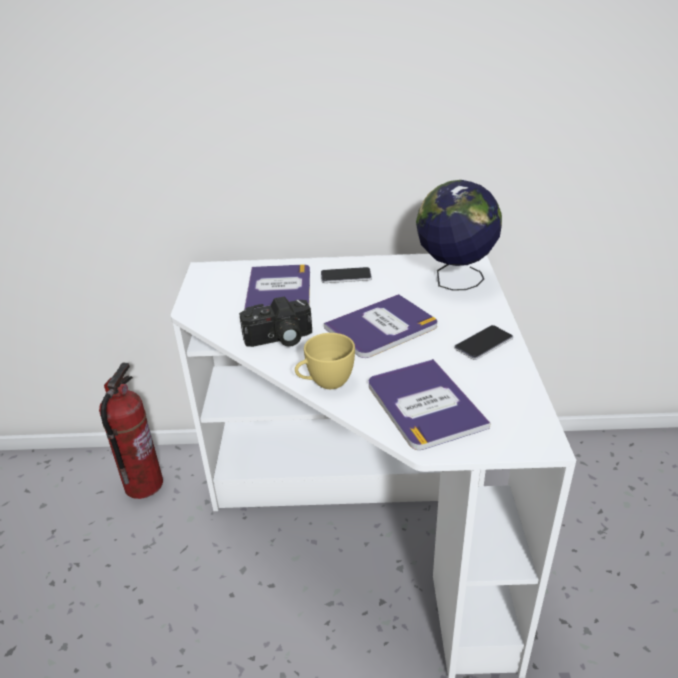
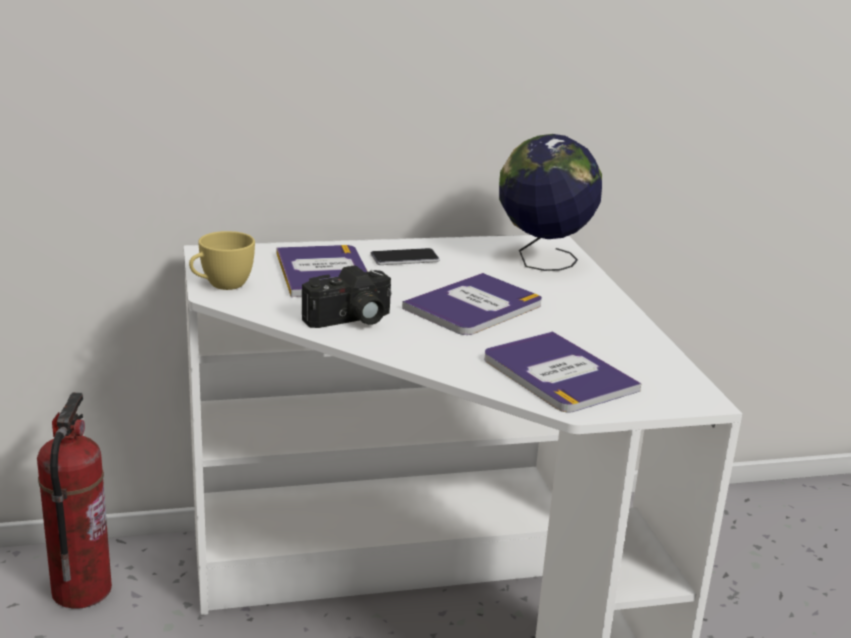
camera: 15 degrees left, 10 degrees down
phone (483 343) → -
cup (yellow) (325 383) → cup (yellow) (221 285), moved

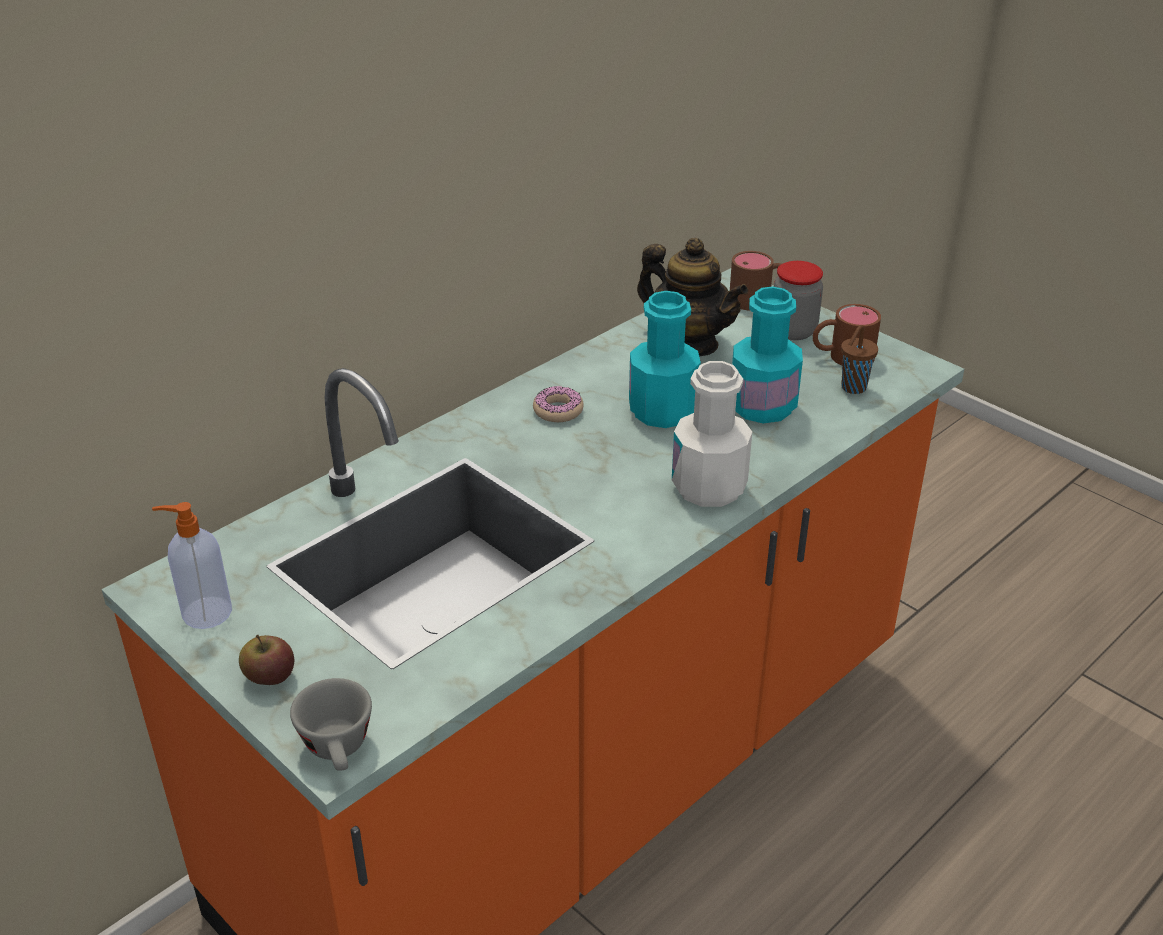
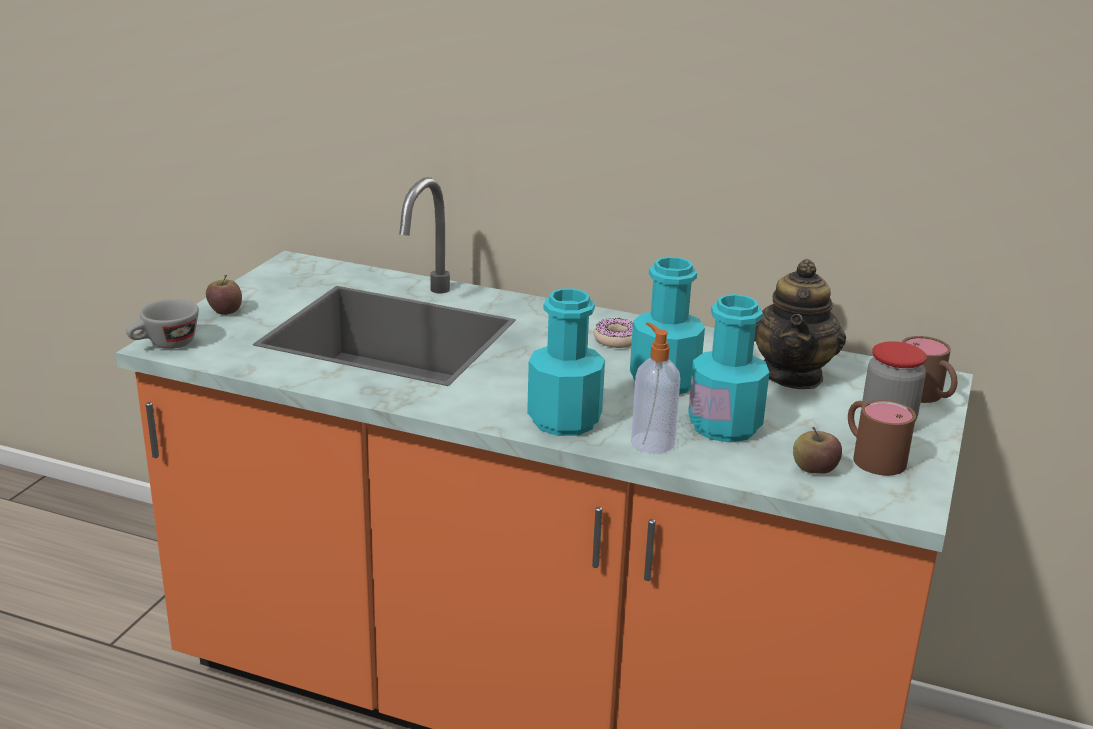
camera: 65 degrees right, 10 degrees down
cup (brown) (852 388) → apple (814 469)
bottle (white) (709 487) → bottle (turquoise) (564 420)
soap dispenser (205 613) → soap dispenser (651 442), moved

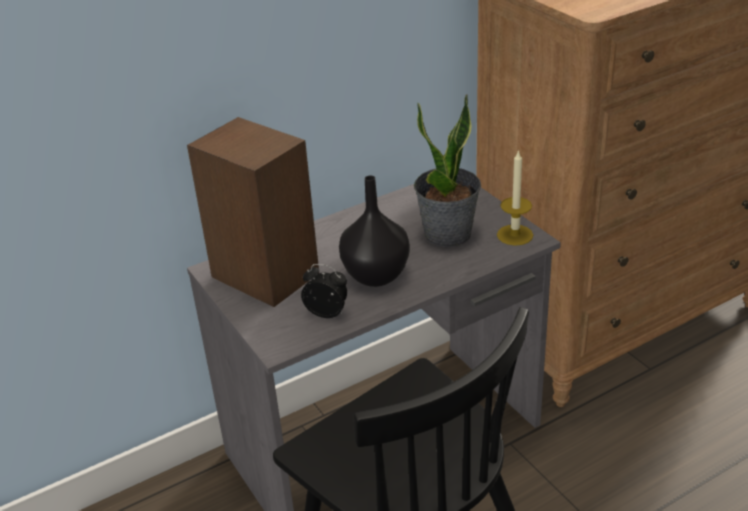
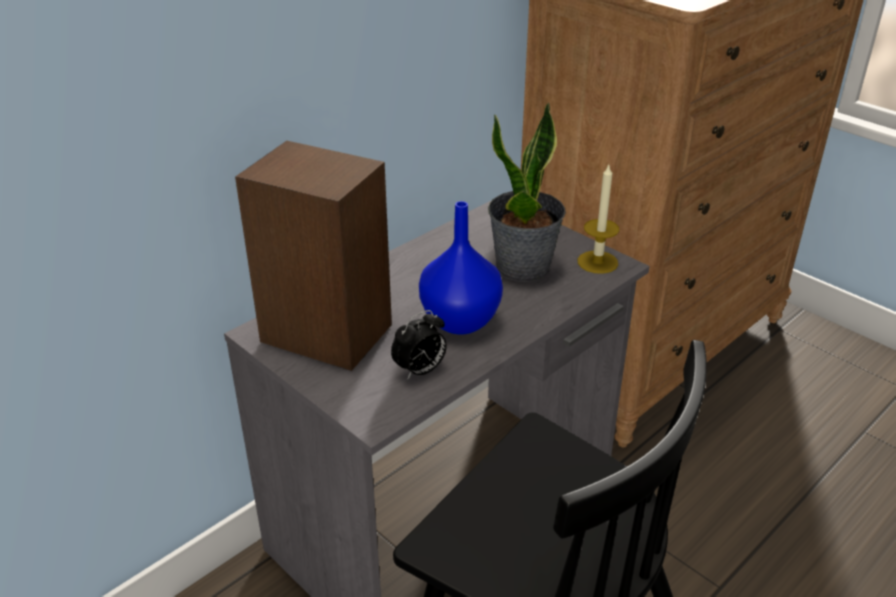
camera: 15 degrees left, 0 degrees up
vase (black) (377 275) → vase (blue) (462 321)
alarm clock (327 313) → alarm clock (420 371), 135 degrees clockwise

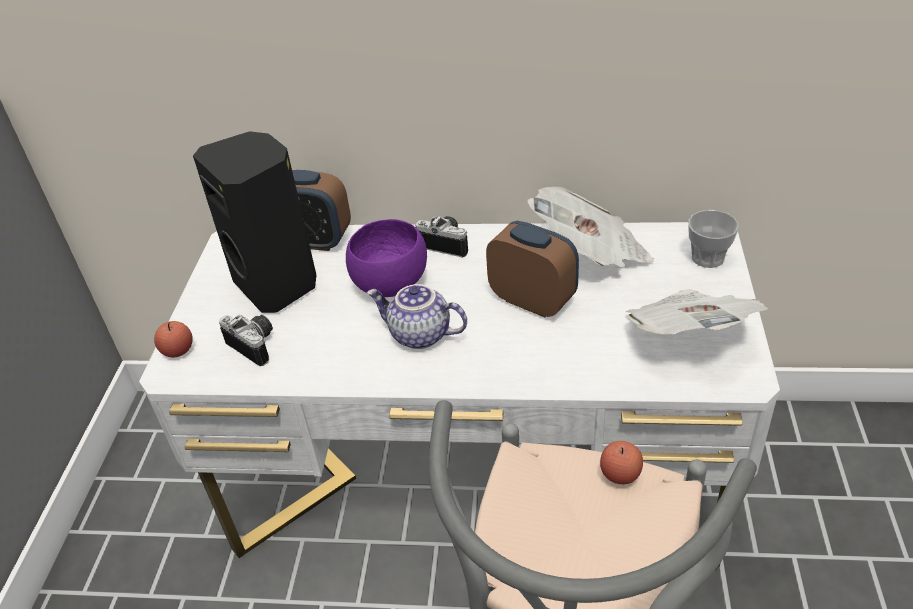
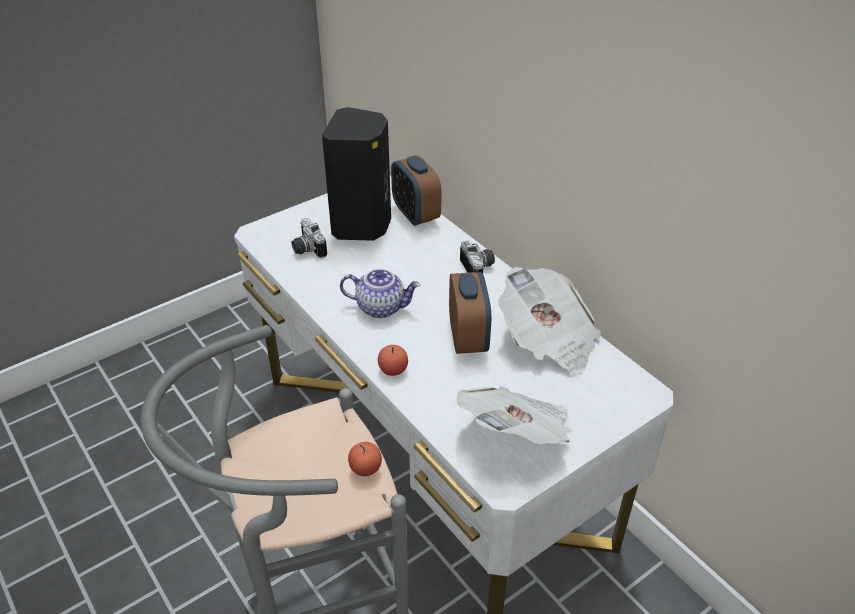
camera: 45 degrees right, 0 degrees up
cup (708 258) → -
bowl (purple) (390 285) → -
teapot (419 335) → teapot (381 307), 120 degrees clockwise
photo camera (256 344) → photo camera (307 249), 150 degrees clockwise
apple (178 350) → apple (393 369), moved

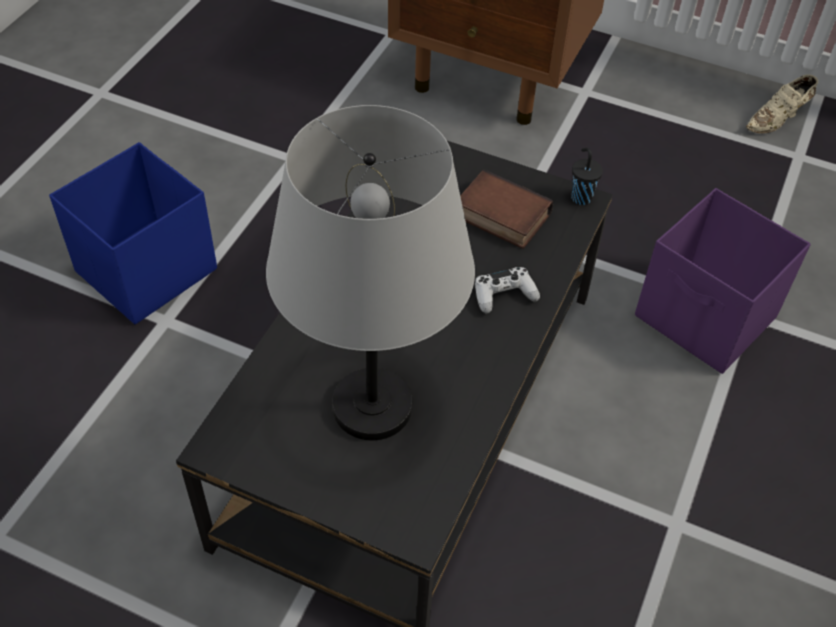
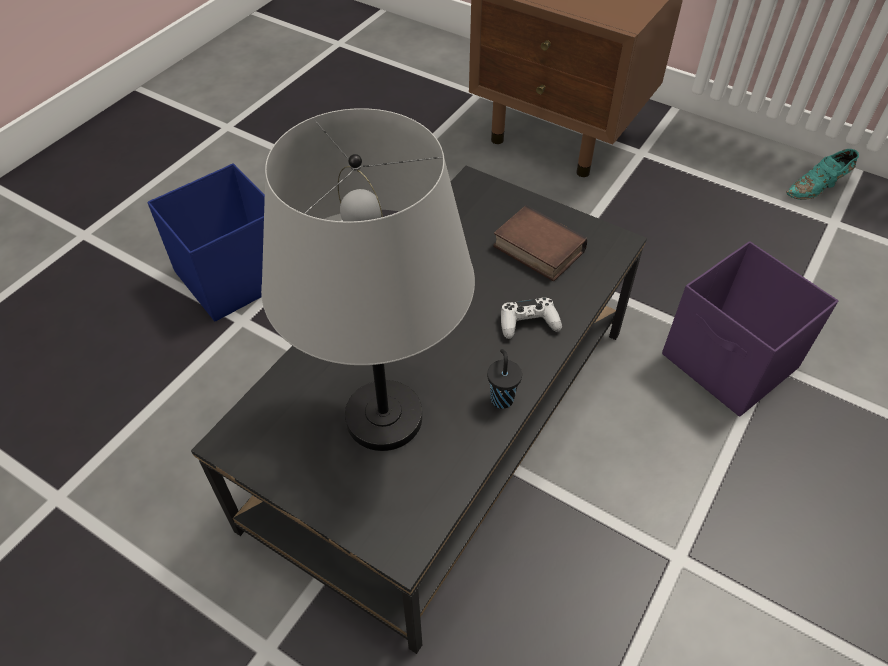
camera: 10 degrees right, 0 degrees up
shoe (beige) (778 119) → shoe (turquoise) (817 188)
cup (black) (581 197) → cup (black) (501 398), moved

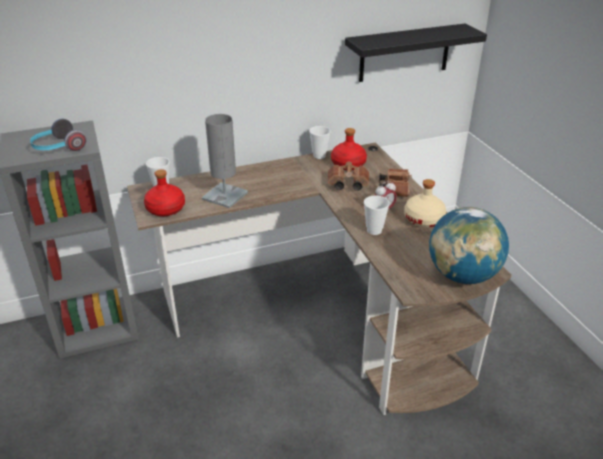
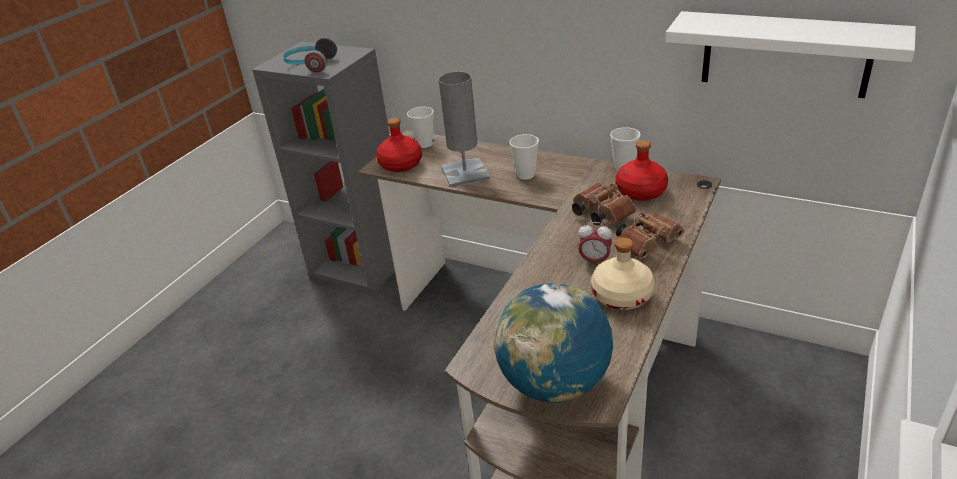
camera: 50 degrees right, 0 degrees up
shelf (black) (404 53) → shelf (white) (785 54)
cup (374 230) → cup (526 175), moved

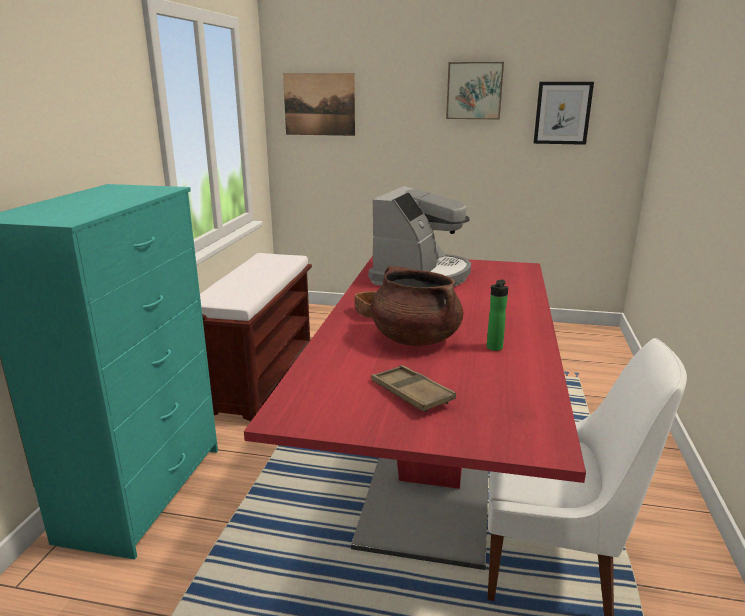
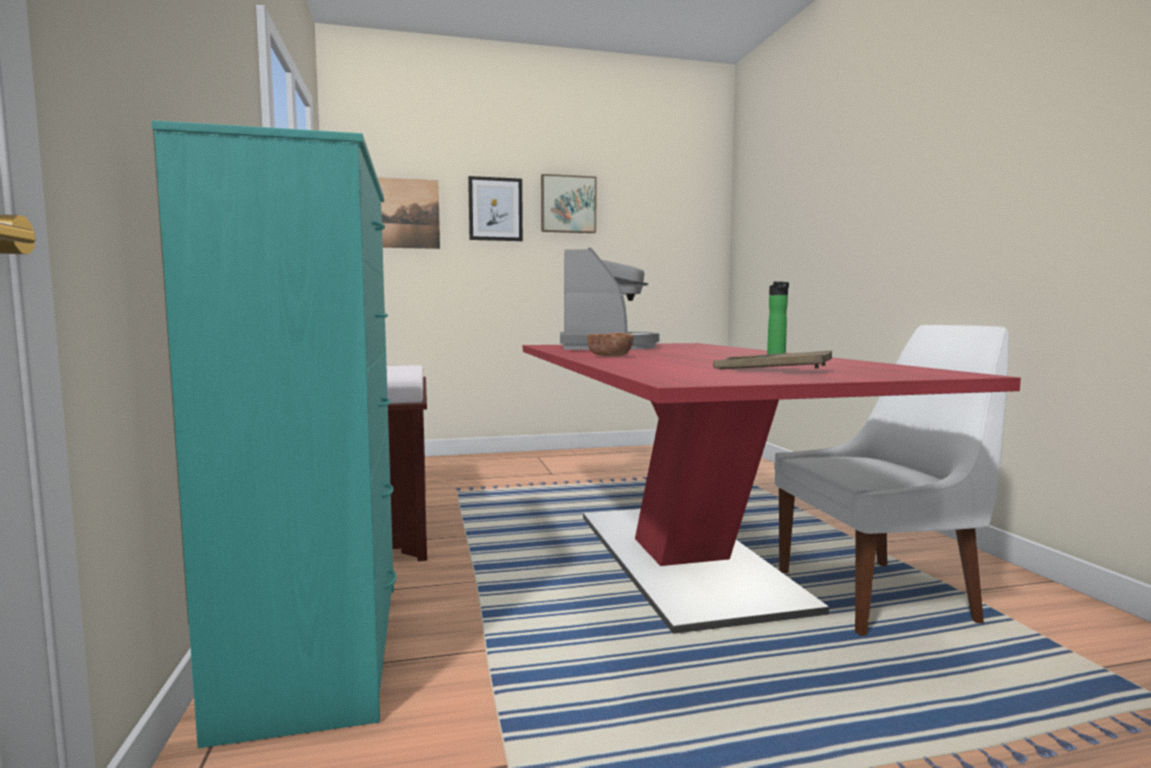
camera: 25 degrees left, 15 degrees down
picture (562 113) → picture (495 209), moved
cooking pot (brown) (414 339) → -

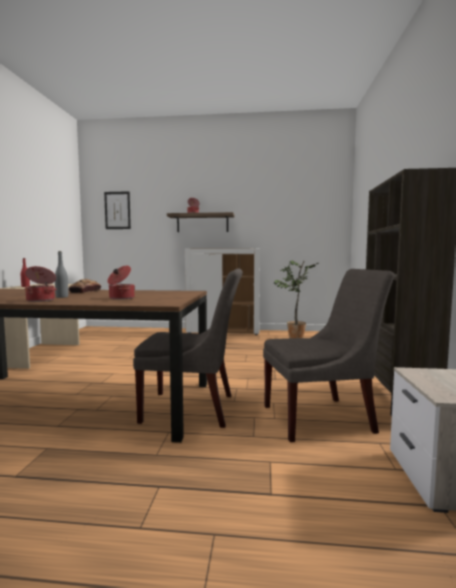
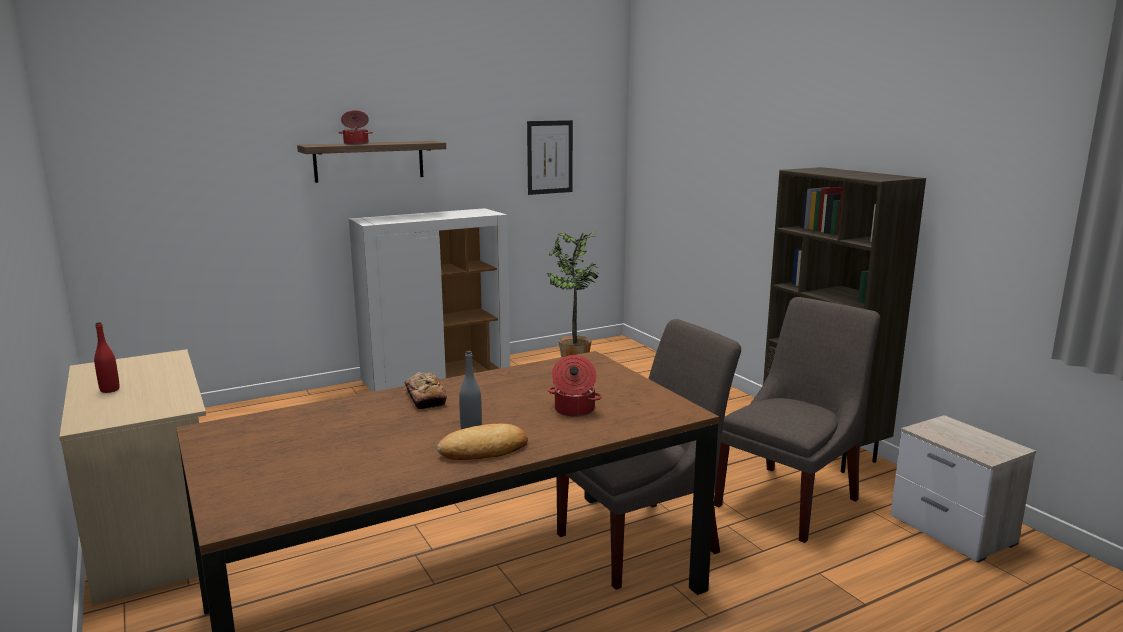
camera: 35 degrees left, 10 degrees up
picture (117 210) → picture (549 157), moved
cooking pot (41 300) → bread (484 449)

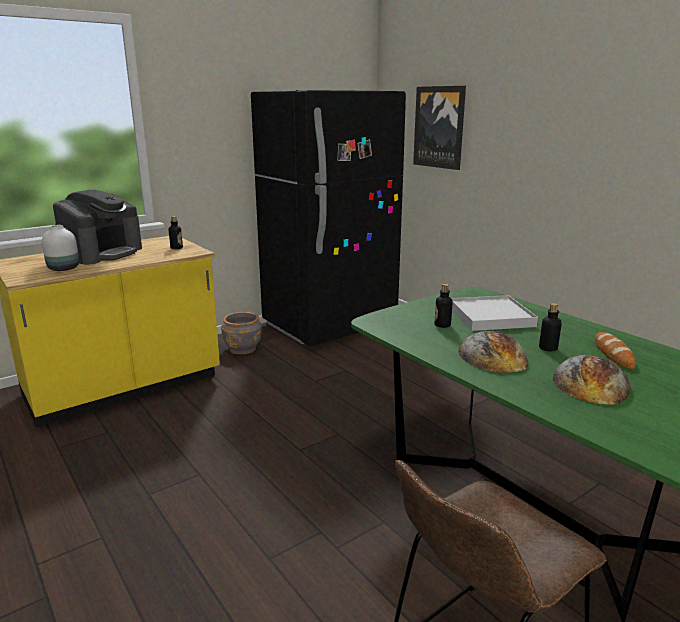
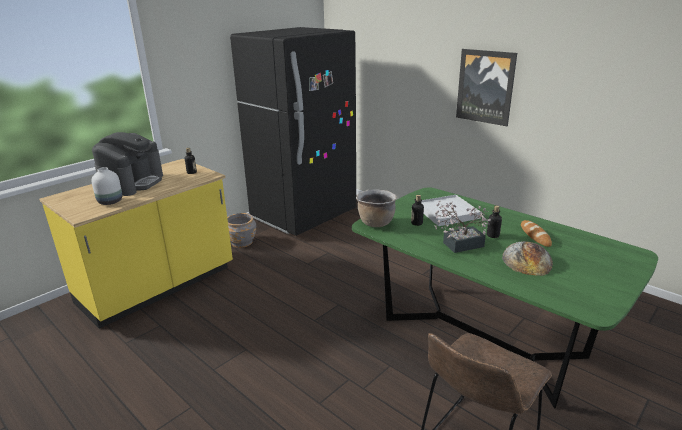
camera: 10 degrees left, 5 degrees up
picture (439 127) → picture (485 87), moved
bread (492 355) → potted plant (459 245)
- → cooking pot (brown) (375 223)

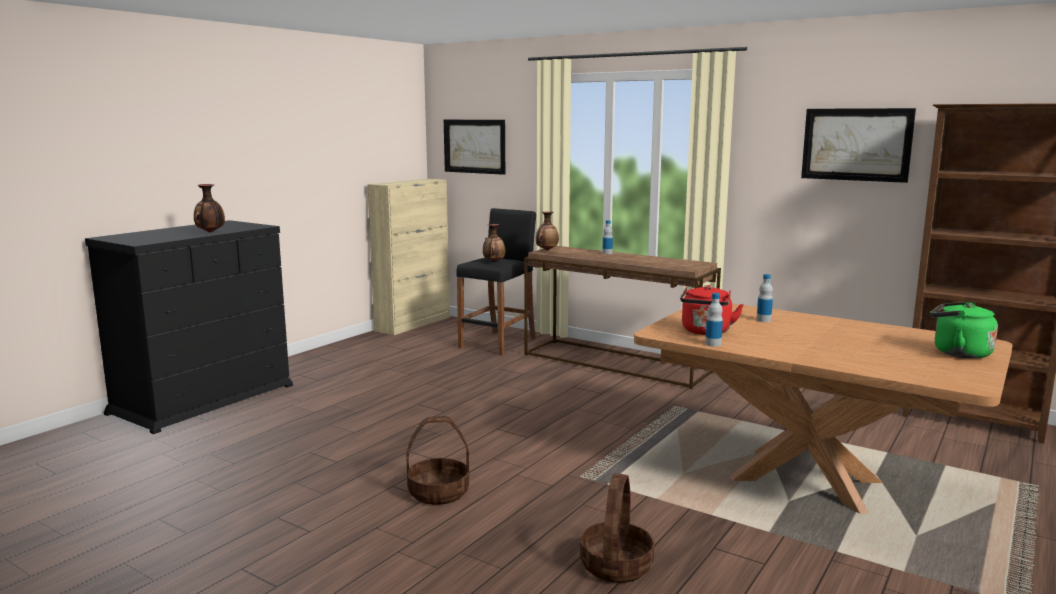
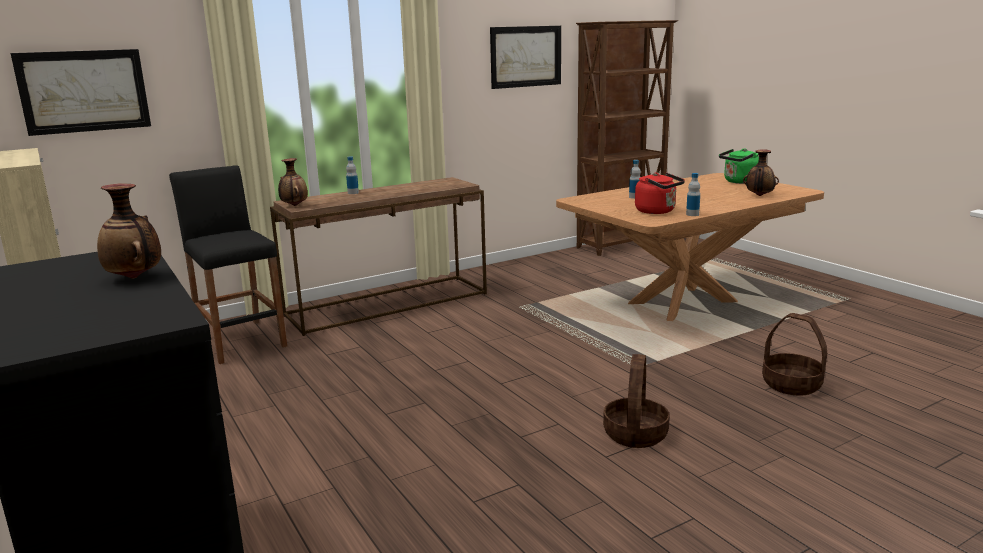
camera: 65 degrees left, 5 degrees up
vase (493 262) → vase (759 195), moved

